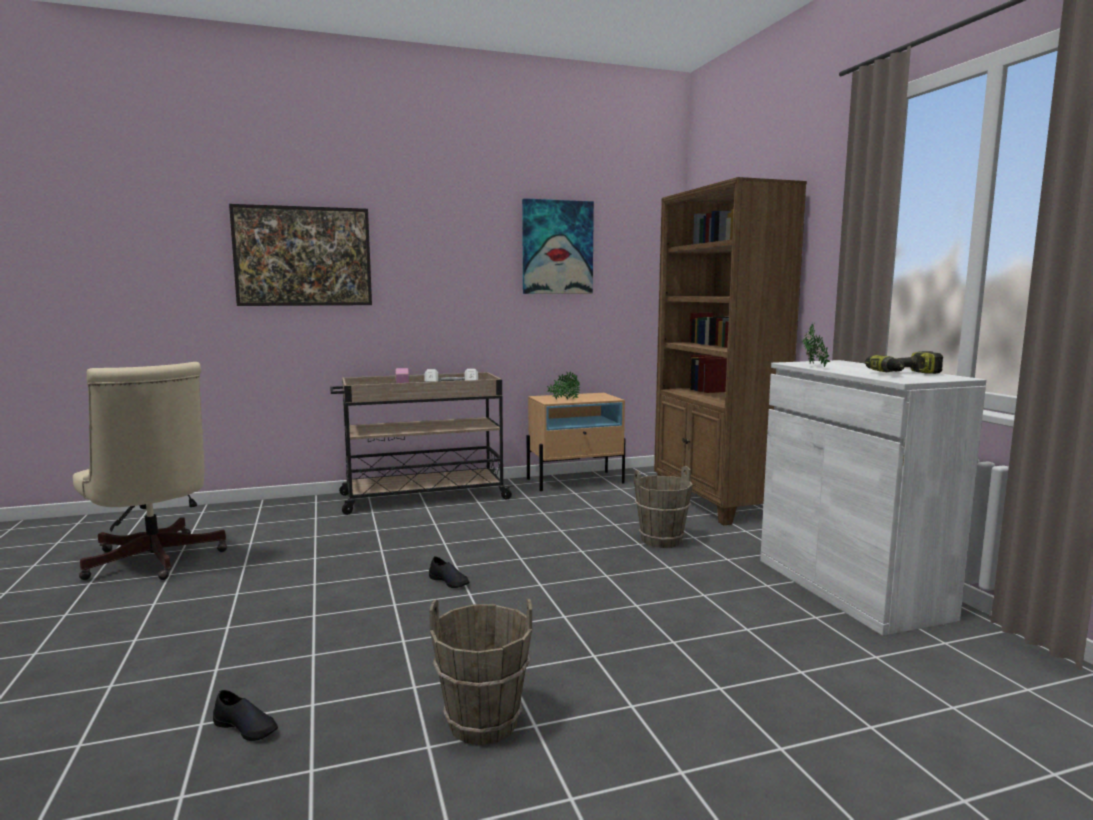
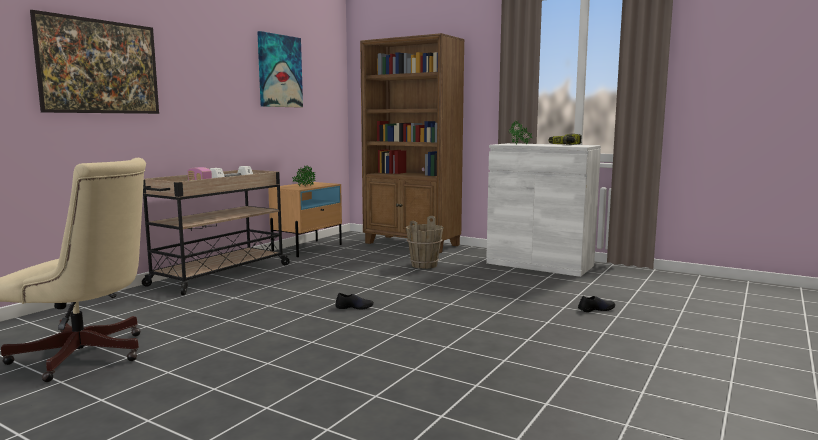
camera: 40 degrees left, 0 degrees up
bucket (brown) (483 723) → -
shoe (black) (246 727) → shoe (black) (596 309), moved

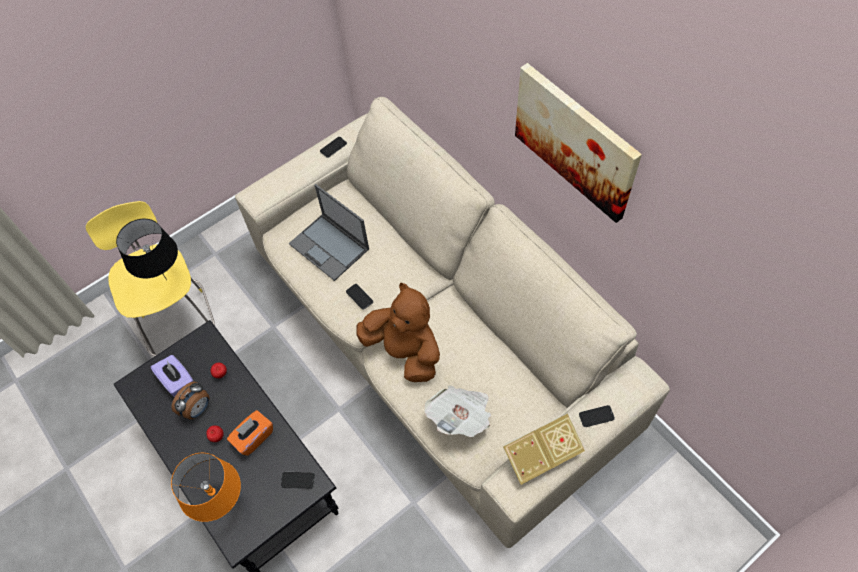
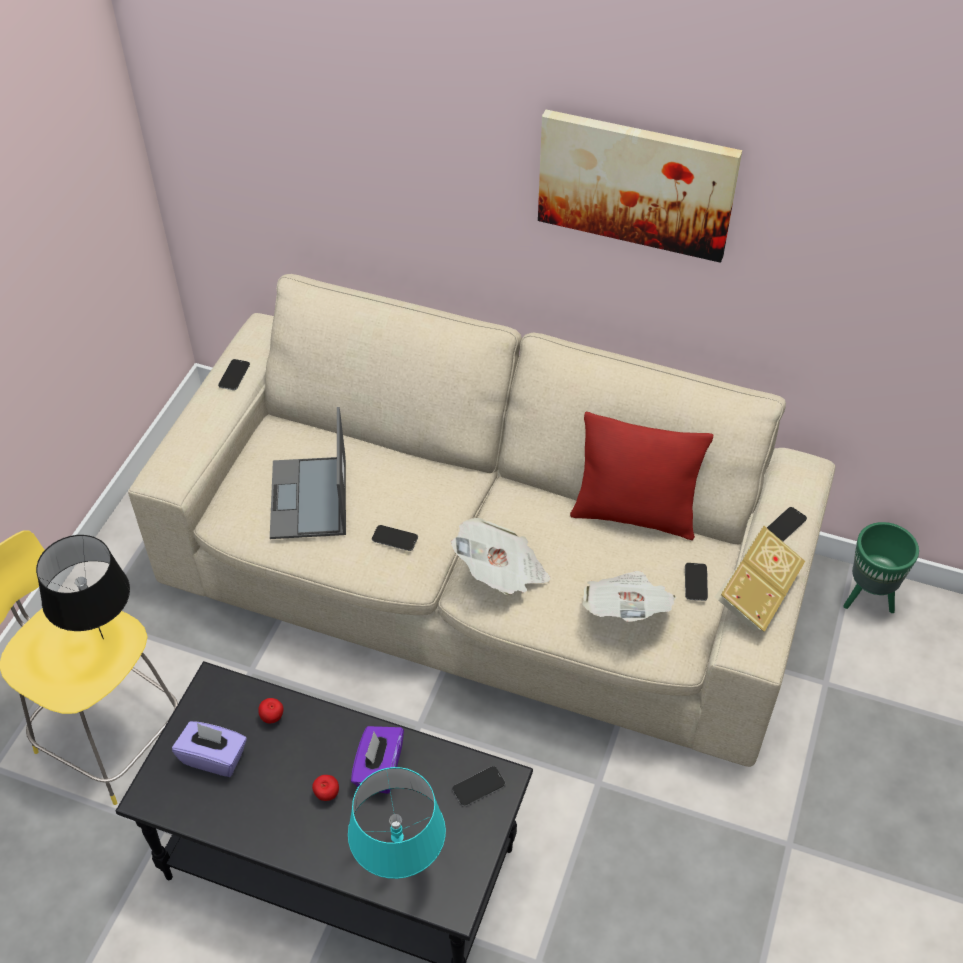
camera: 35 degrees left, 10 degrees down
laptop (330 247) → laptop (309 499), 75 degrees clockwise
plush toy (brown) (404 351) → newspaper (501 573)
alarm clock (197 409) → -
tissue box (orange) (253 437) → tissue box (purple) (379 769)
table lamp (orange) (224 505) → table lamp (turquoise) (400 870)
- → pillow (red) (634 515)
- → planter (green) (868 598)
- → phone (696 582)

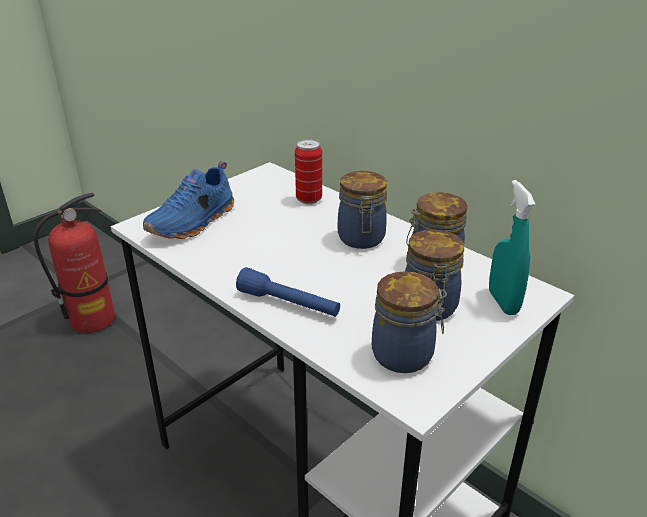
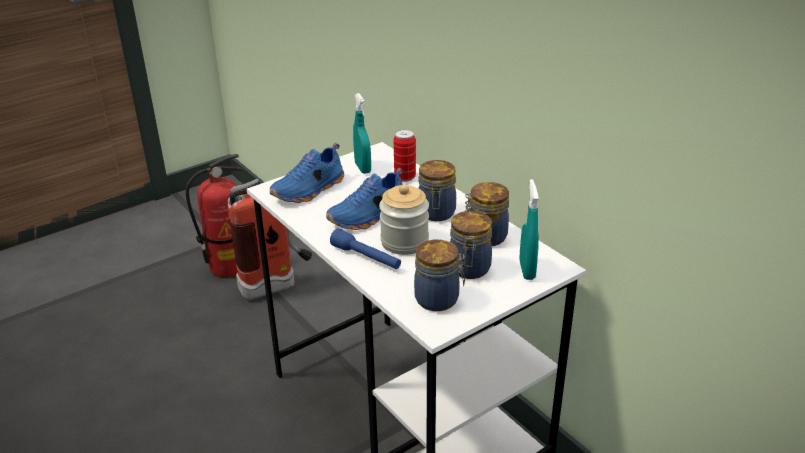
camera: 10 degrees right, 0 degrees up
- → spray bottle (turquoise) (363 168)
- → shoe (blue) (369 216)
- → fire extinguisher (277 285)
- → jar (404 242)

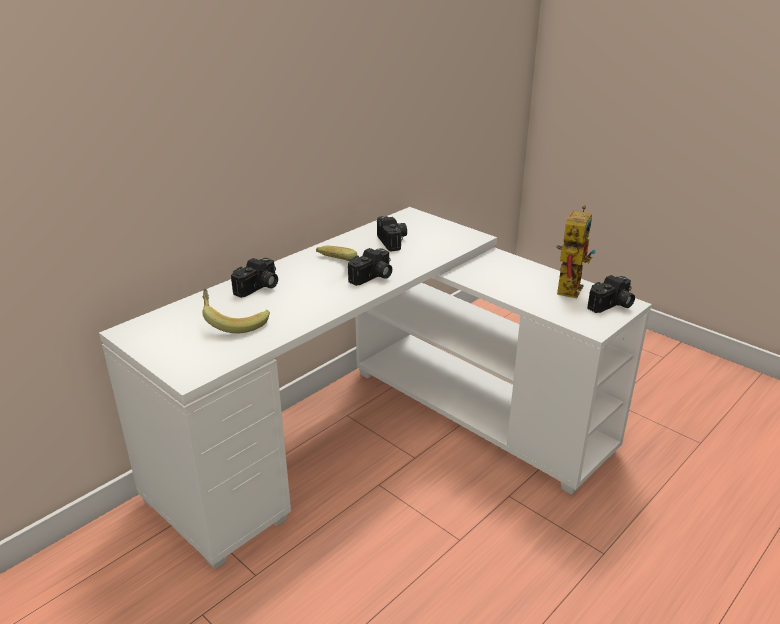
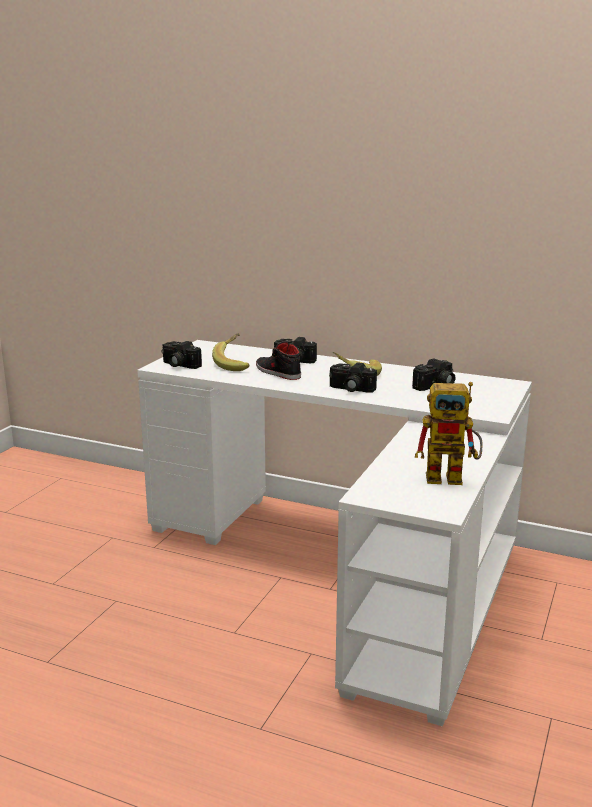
camera: 70 degrees right, 10 degrees down
photo camera (612 305) → photo camera (178 365), moved
- → shoe (black) (277 372)

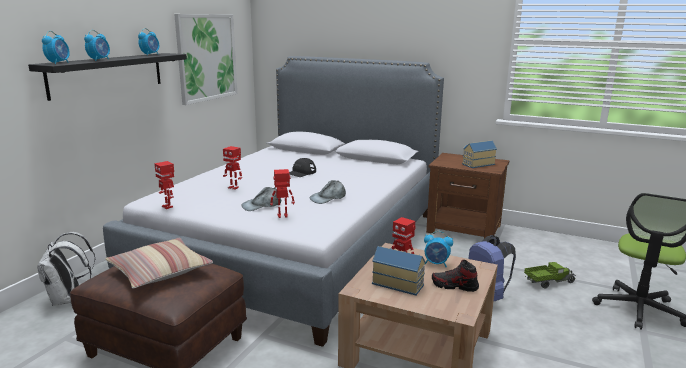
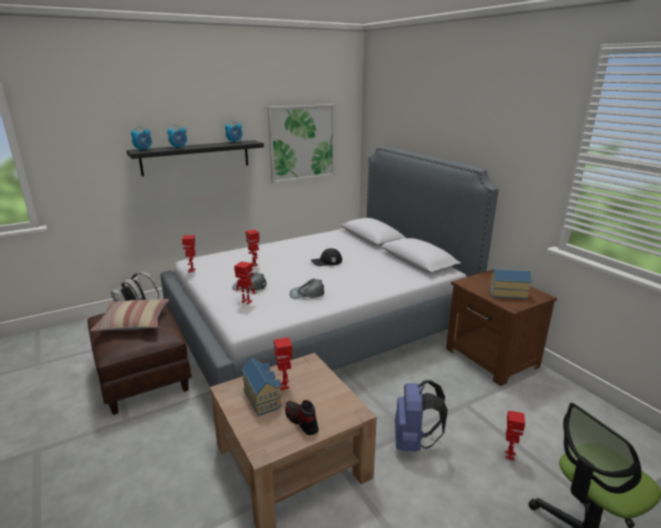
camera: 35 degrees right, 5 degrees up
alarm clock (436 264) → -
toy truck (548 282) → toy robot (509 455)

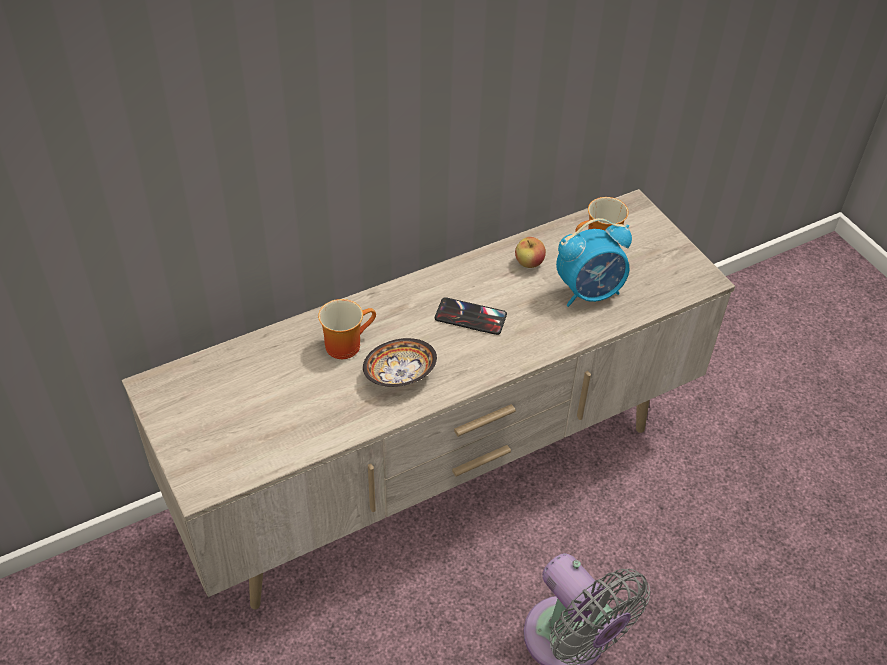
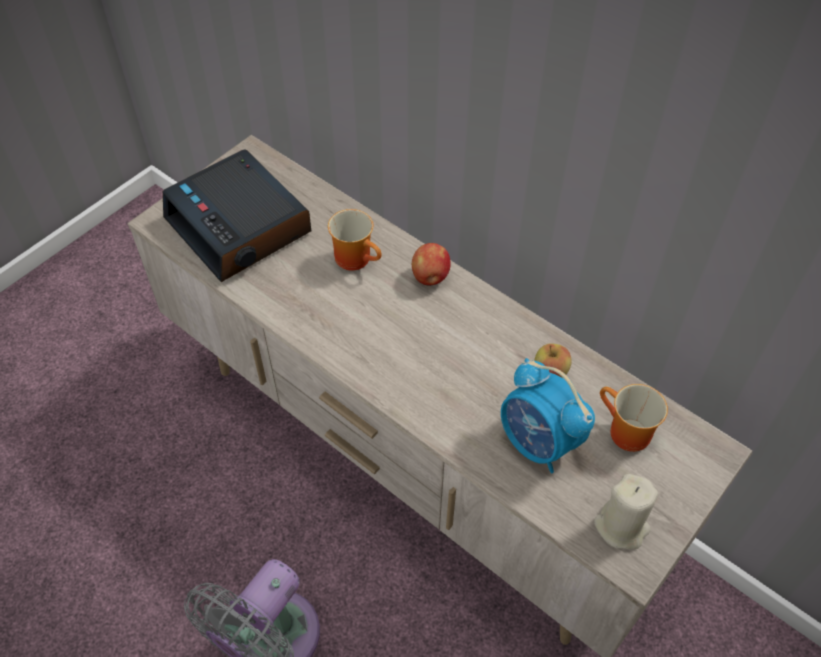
camera: 70 degrees right, 5 degrees up
phone (470 317) → -
bowl (400 375) → -
- → alarm clock (240 226)
- → apple (430 277)
- → candle (beige) (621 527)

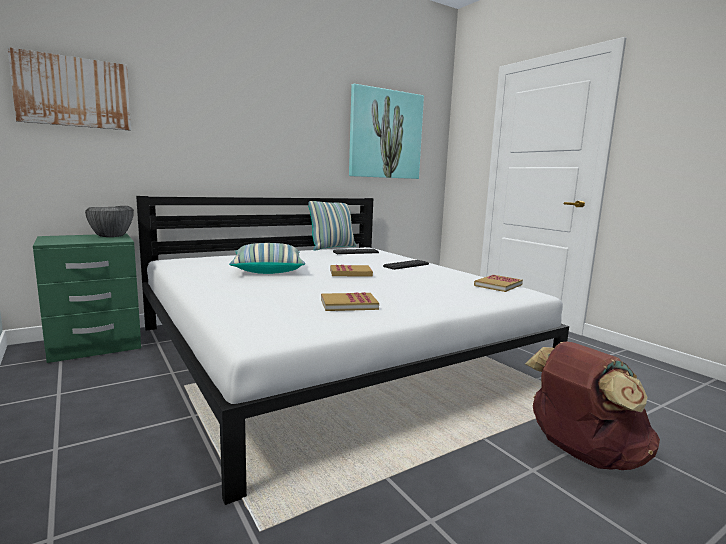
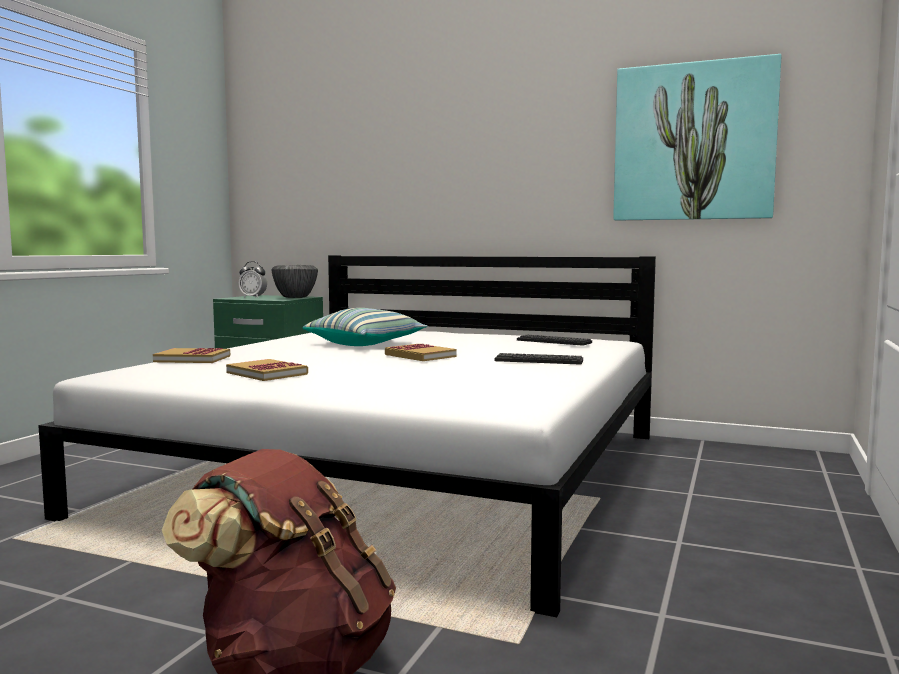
camera: 55 degrees right, 5 degrees down
picture (73 92) → -
pillow (332 248) → -
book (498 285) → book (192 359), moved
- → alarm clock (253 297)

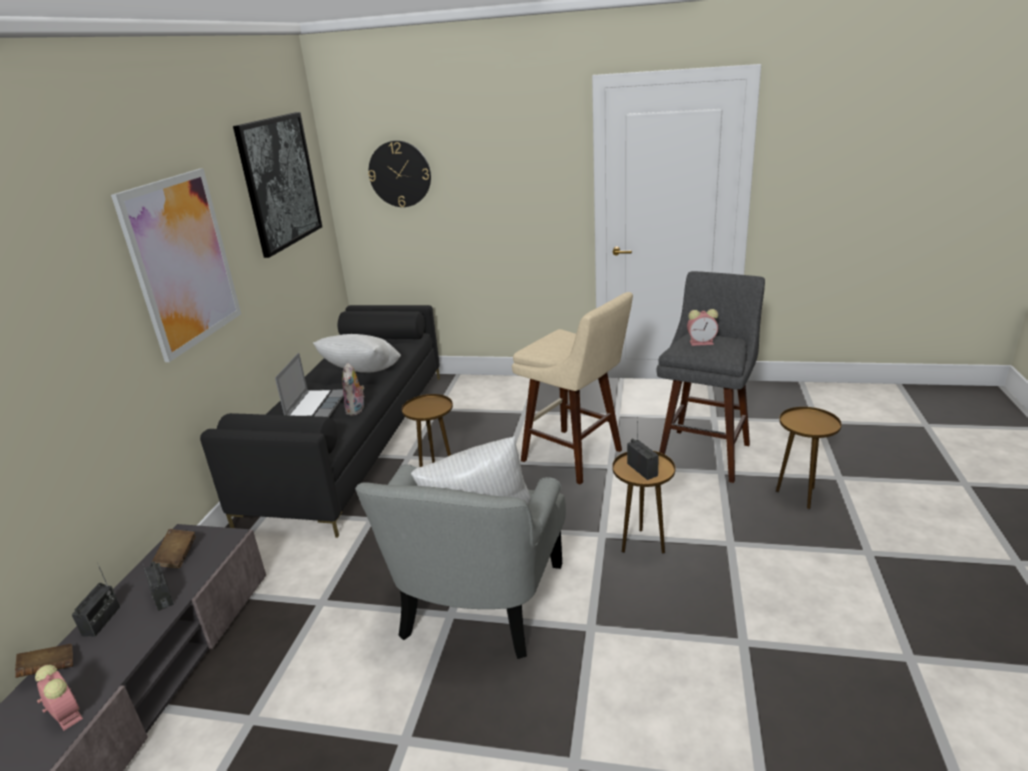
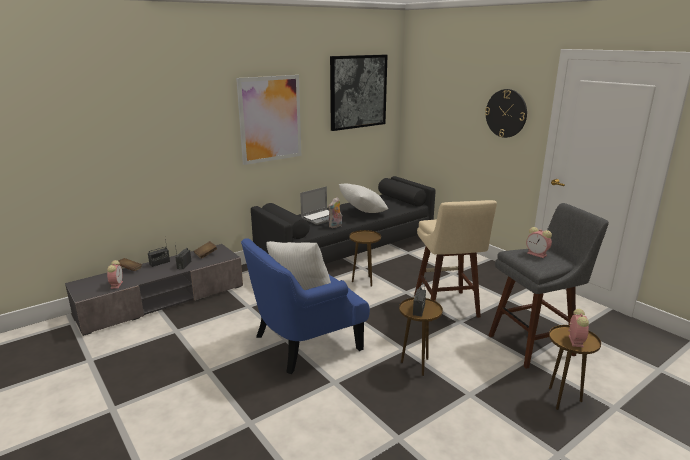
camera: 40 degrees right, 5 degrees down
wall clock (400 174) → wall clock (506 113), moved
armchair (grey) (479 601) → armchair (blue) (304 342)
- → alarm clock (575 340)

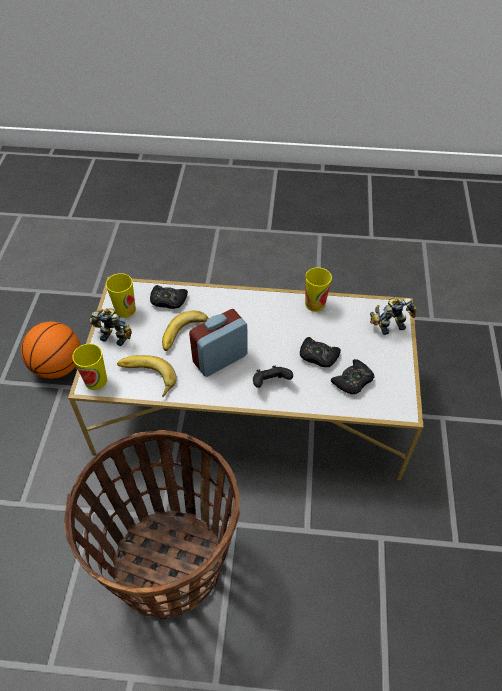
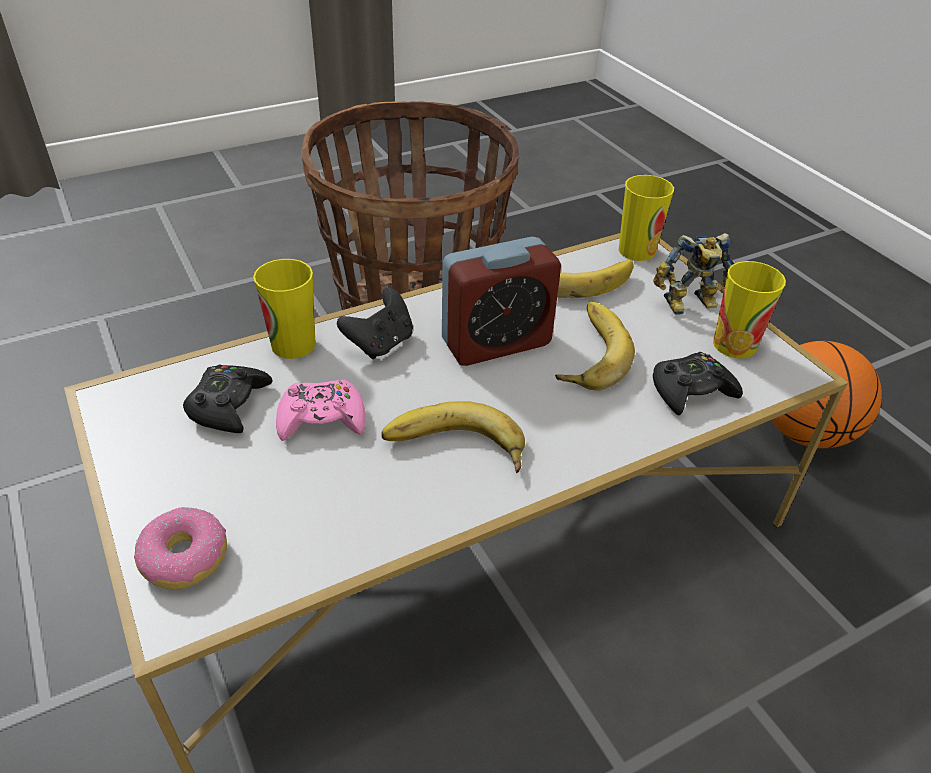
camera: 145 degrees right, 10 degrees down
cup (315 304) → cup (293 345), moved
toy robot (389 324) → donut (184 557)
alarm clock (220 359) → alarm clock (496 343), 45 degrees clockwise
game controller (black) (318 356) → game controller (pink) (322 419)
- → banana (454 450)

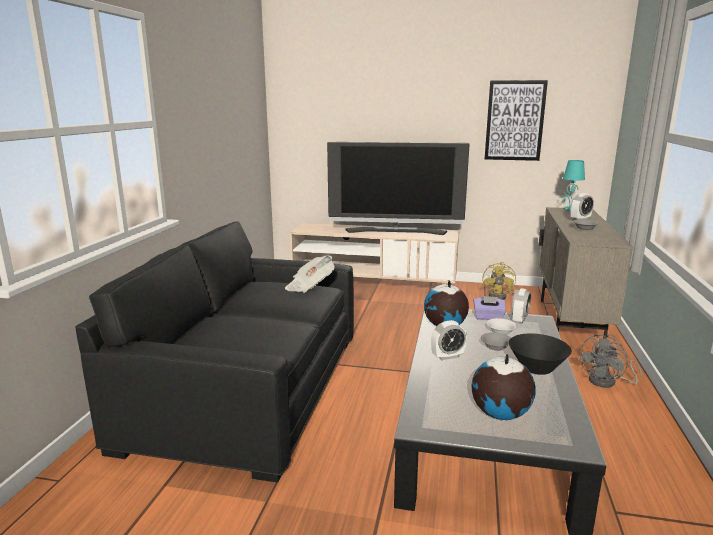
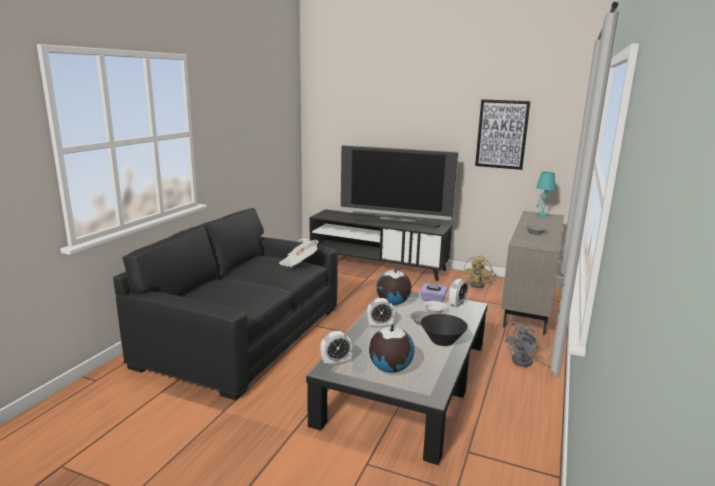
camera: 10 degrees right, 0 degrees up
alarm clock (580 219) → alarm clock (336 362), moved
tv stand (beige) (374 283) → tv stand (black) (378 265)

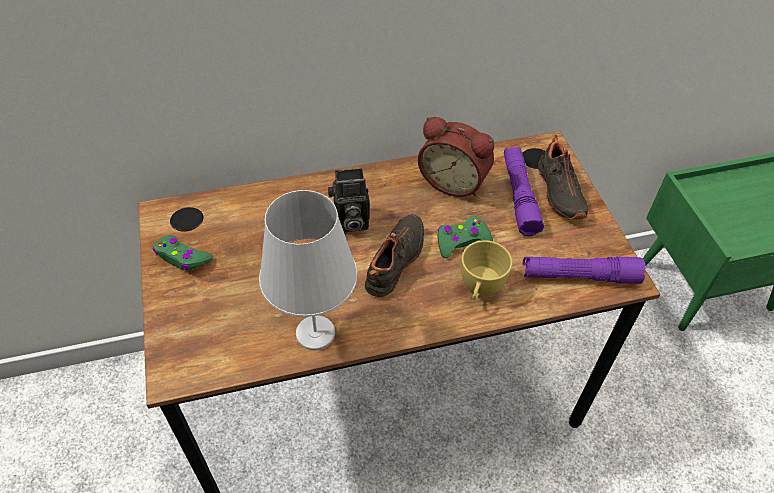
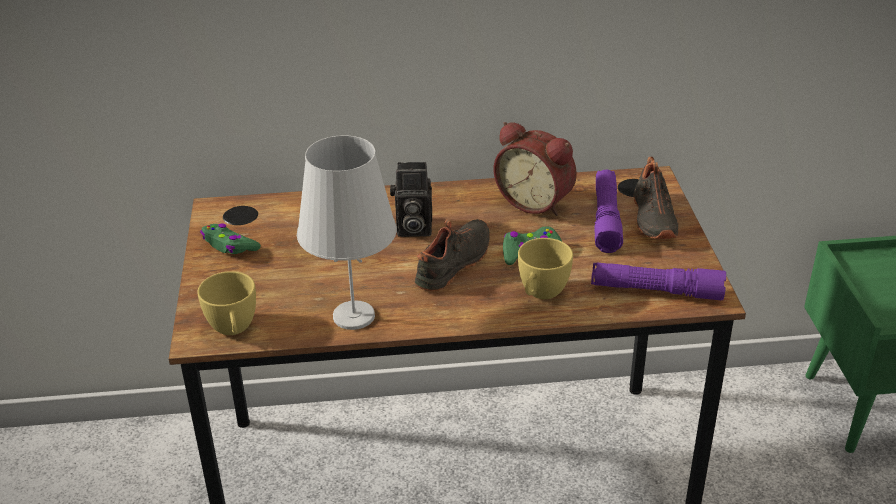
camera: 10 degrees right, 15 degrees down
- → cup (yellow) (233 330)

